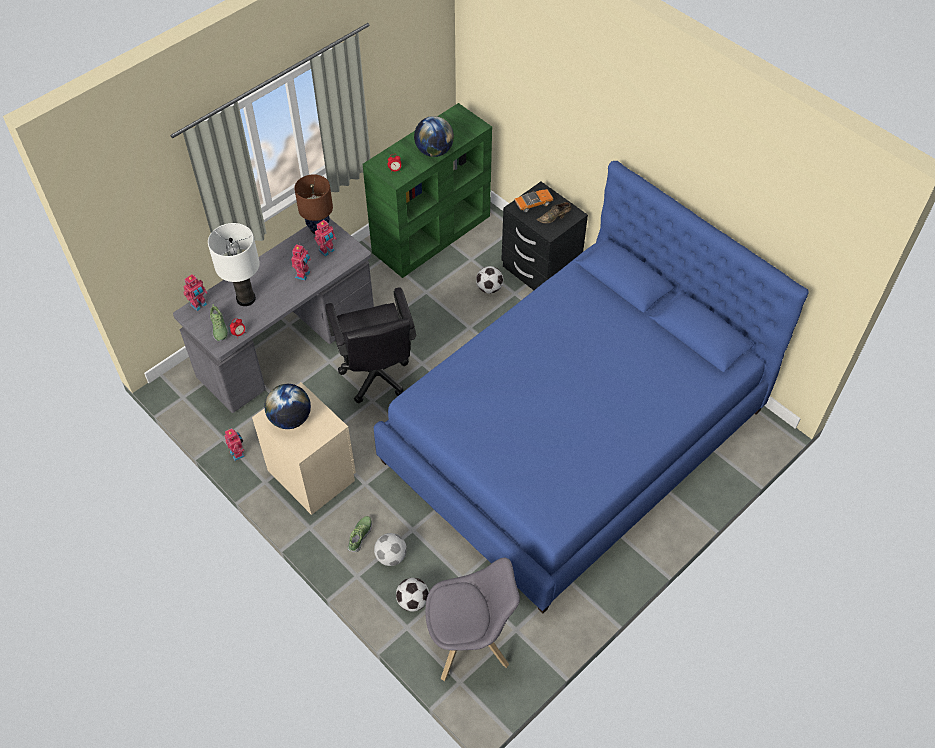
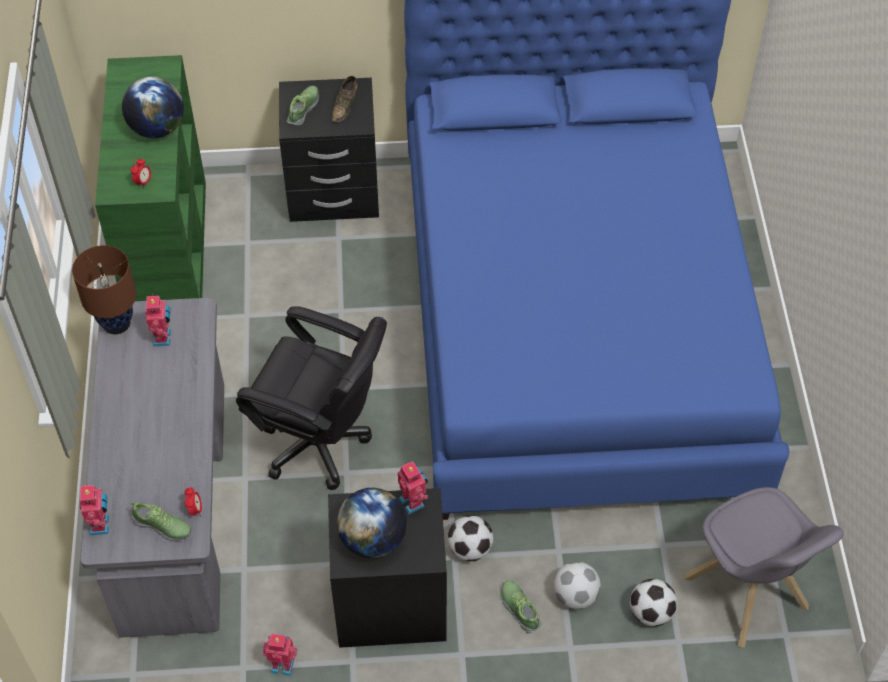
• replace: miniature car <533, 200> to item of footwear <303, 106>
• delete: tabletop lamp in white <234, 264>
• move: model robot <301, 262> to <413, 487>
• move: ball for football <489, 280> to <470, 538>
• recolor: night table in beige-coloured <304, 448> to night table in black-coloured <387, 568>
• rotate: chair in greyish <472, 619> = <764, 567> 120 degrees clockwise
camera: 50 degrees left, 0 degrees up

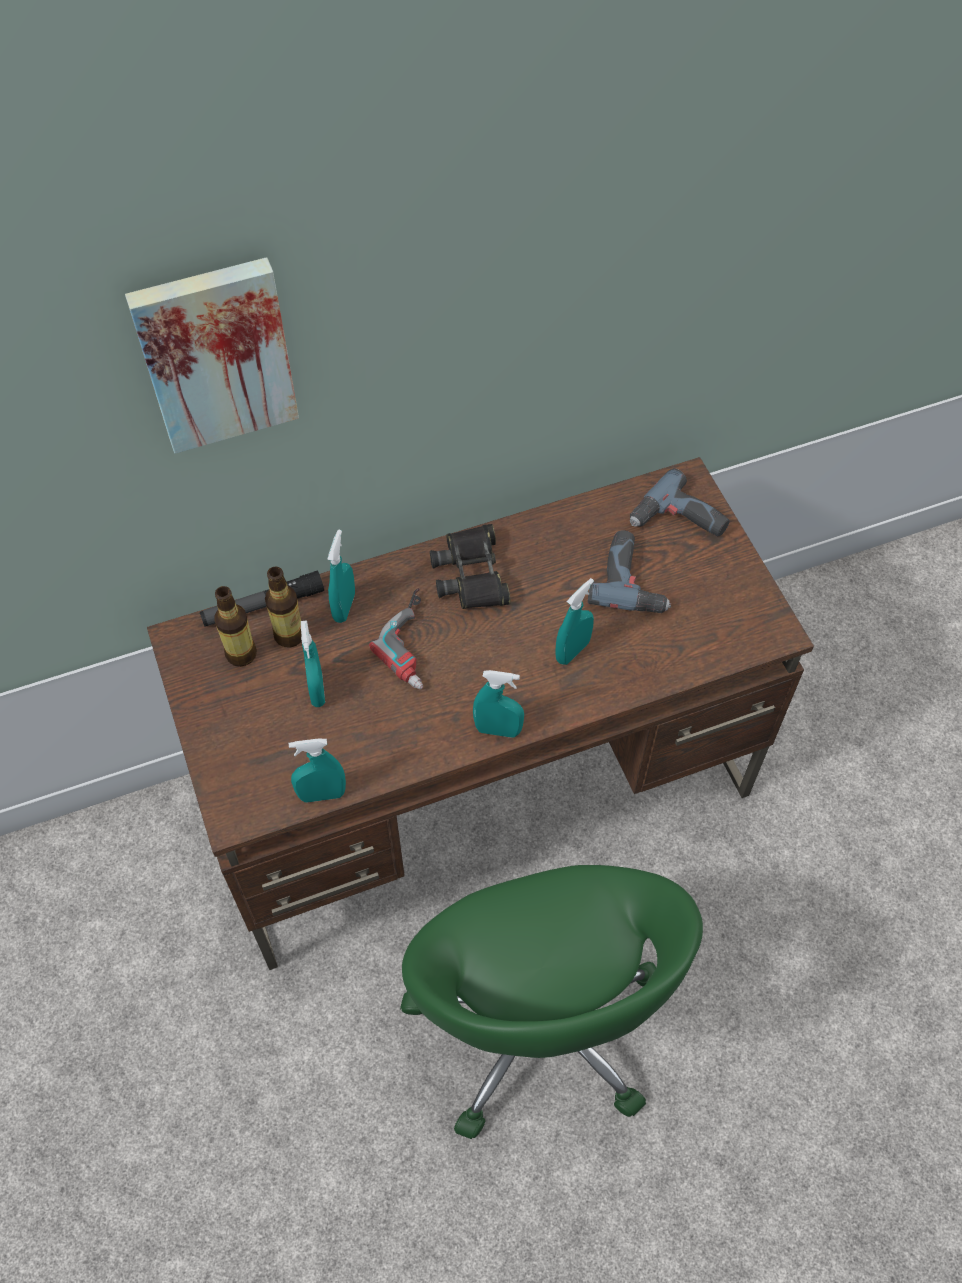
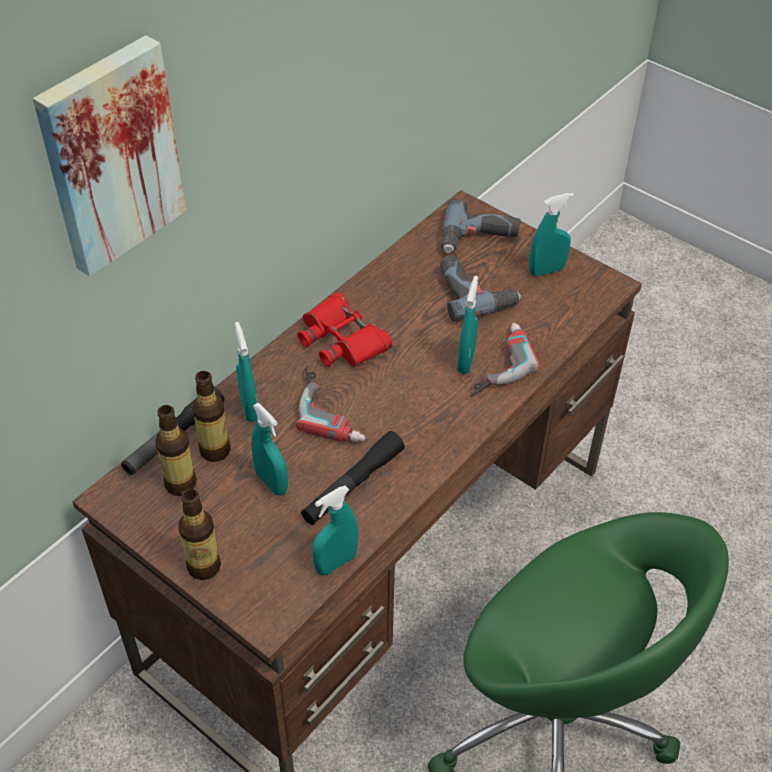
• recolor: pair of binoculars in black-coloured <470, 566> to pair of binoculars in red <345, 329>
• move: sprayer in turquoise-coloured <498, 704> to <551, 234>
• insert: drill <504, 360>
• insert: torch in black-coloured <353, 478>
• insert: bottle <199, 534>
camera: 30 degrees left, 10 degrees down

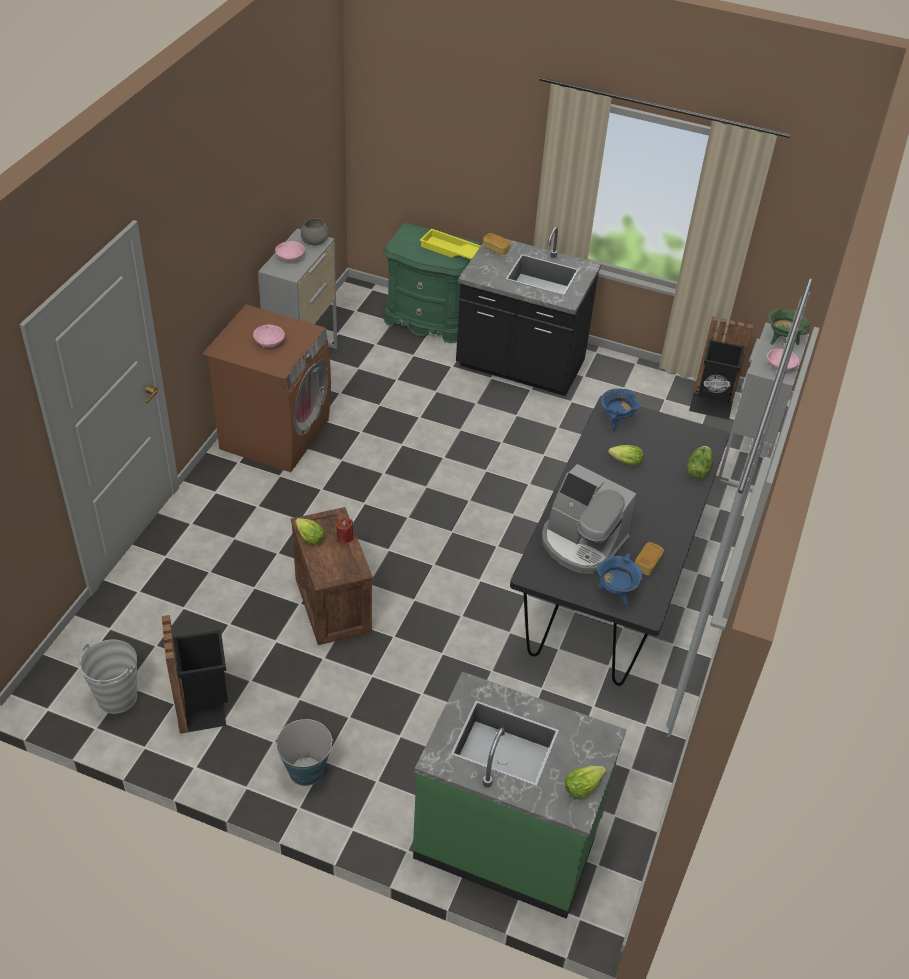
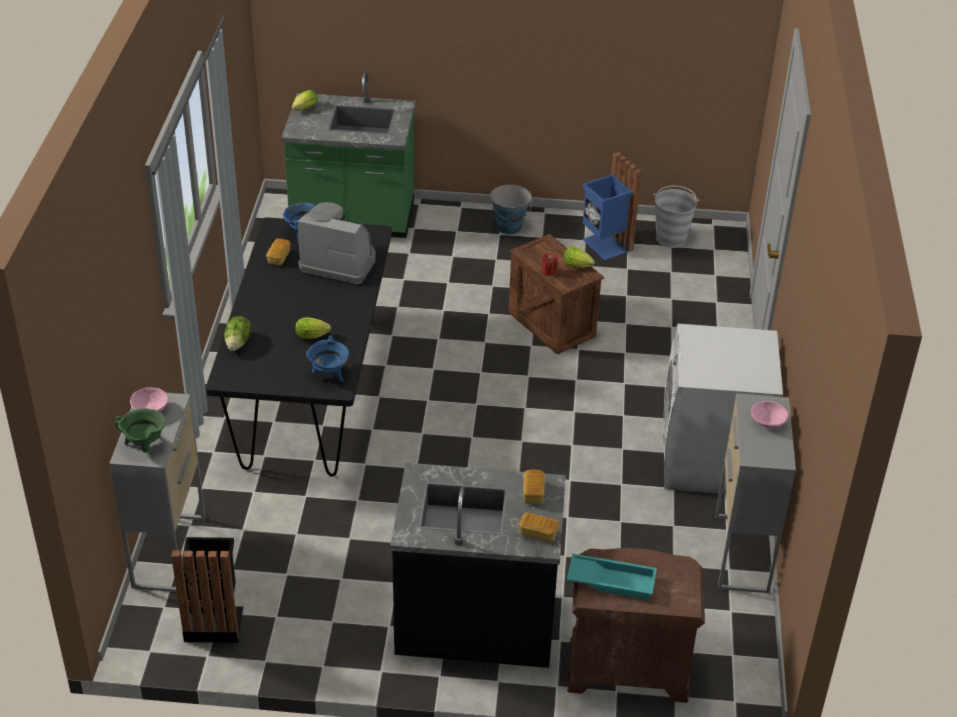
• delete: deep dish in greyish <315, 232>
• recolor: night table in green <432, 283> to night table in brown-coloured <636, 625>
• recolor: serving tray in yellowish <449, 244> to serving tray in turquoise-coloured <612, 577>
• recolor: laundry machine in brown-coloured <266, 388> to laundry machine in white <723, 409>
• delete: deep dish in pink <269, 336>
• recolor: rubbish bin in black-coloured <195, 674> to rubbish bin in bluish <612, 206>
• insert: bakery bread <534, 487>
camera: 165 degrees right, 5 degrees down

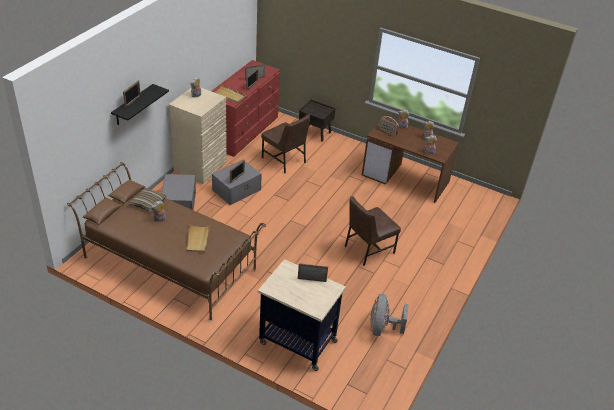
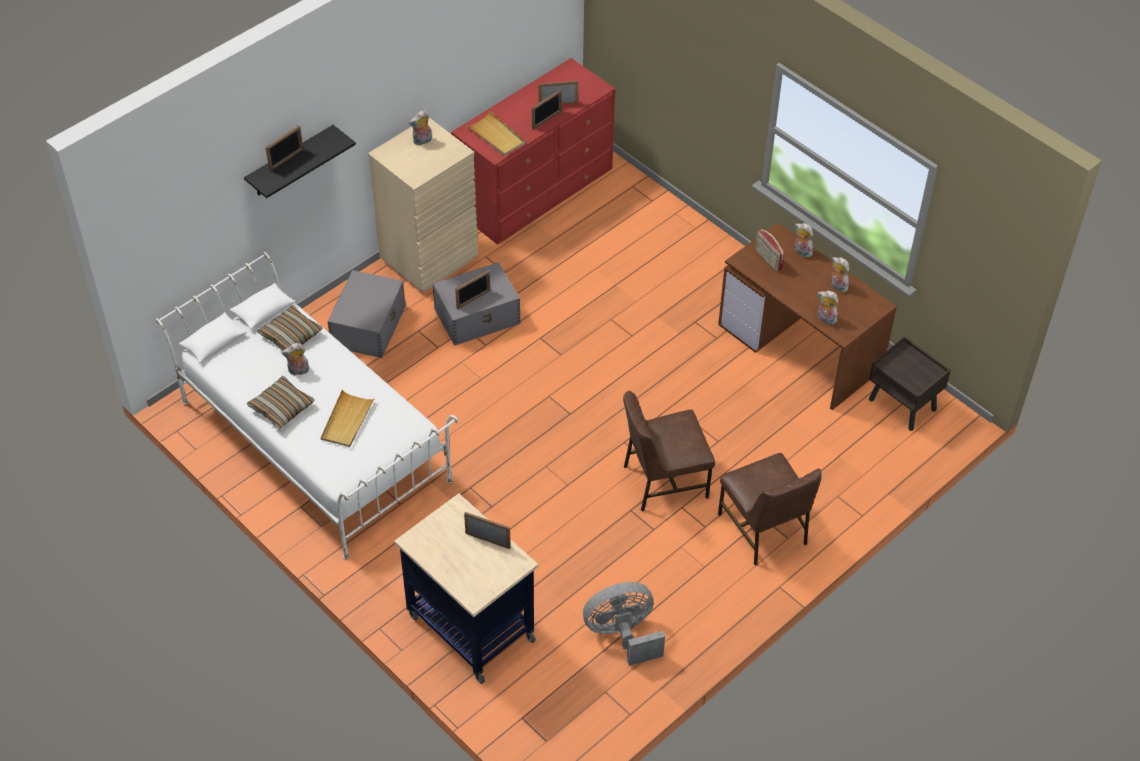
• move: night table in brown-coloured <317, 120> to <910, 384>
• move: chair in brown-coloured <285, 143> to <769, 509>
• recolor: sleeping bed in brown-coloured <166, 241> to sleeping bed in white <307, 406>
• rotate: cooling fan in greyish <389, 315> = <624, 624> 45 degrees clockwise
• insert: cushion <281, 402>
camera: 20 degrees right, 10 degrees up

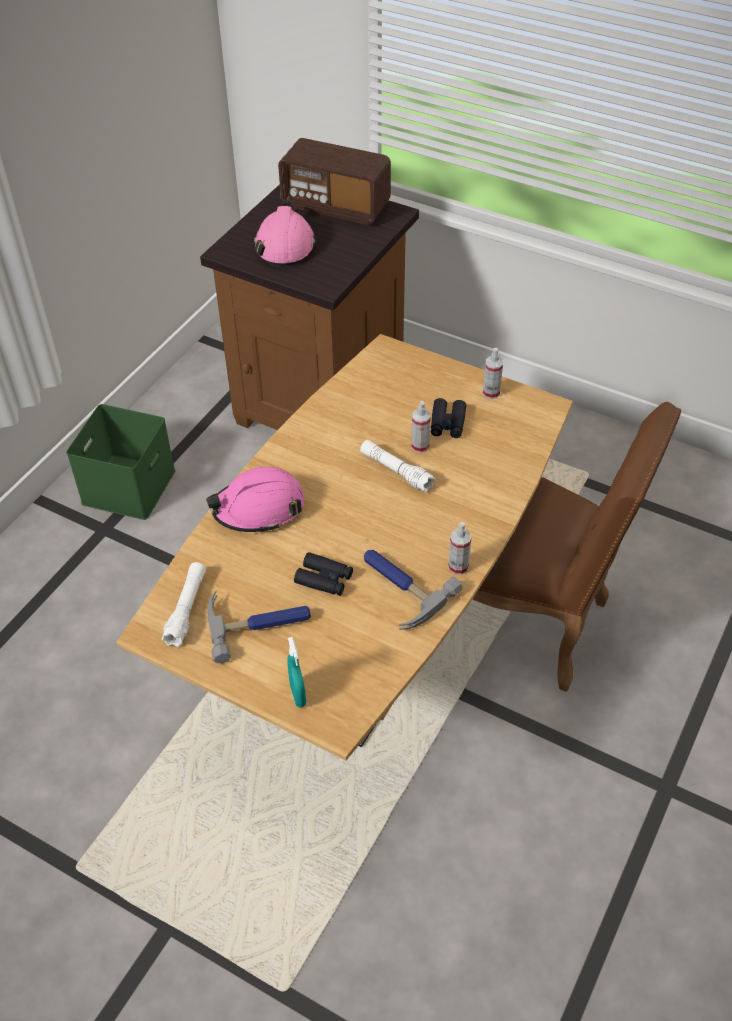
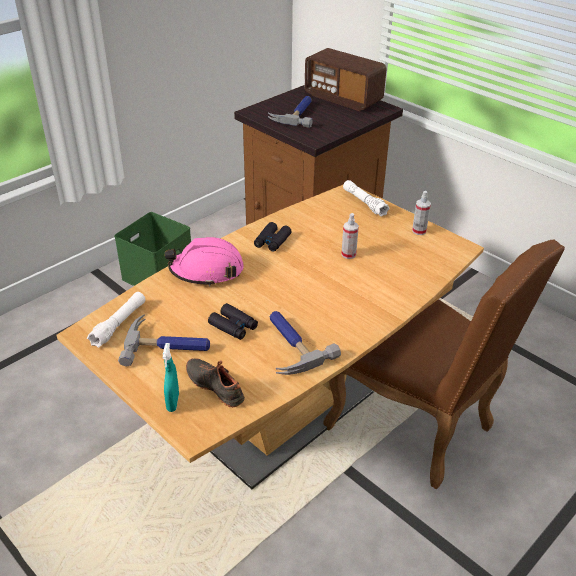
• replace: safety helmet in pink <285, 233> to hand hammer <290, 112>
• move: pair of binoculars in black-coloured <448, 418> to <273, 237>
• move: torch in white <398, 466> to <366, 198>
• delete: sprayer <460, 548>
• insert: item of footwear in black-coloured <215, 382>
camera: 15 degrees right, 10 degrees down

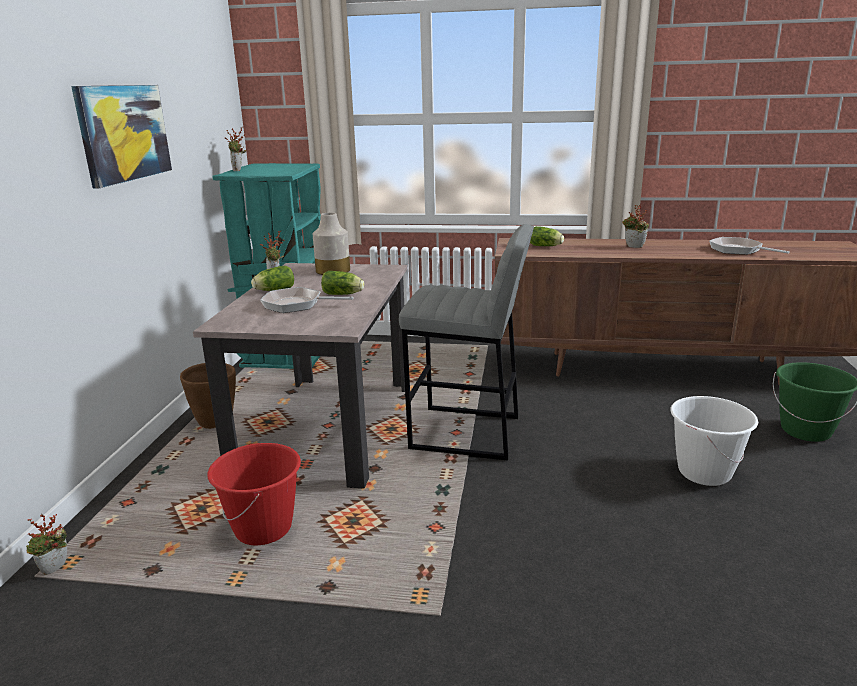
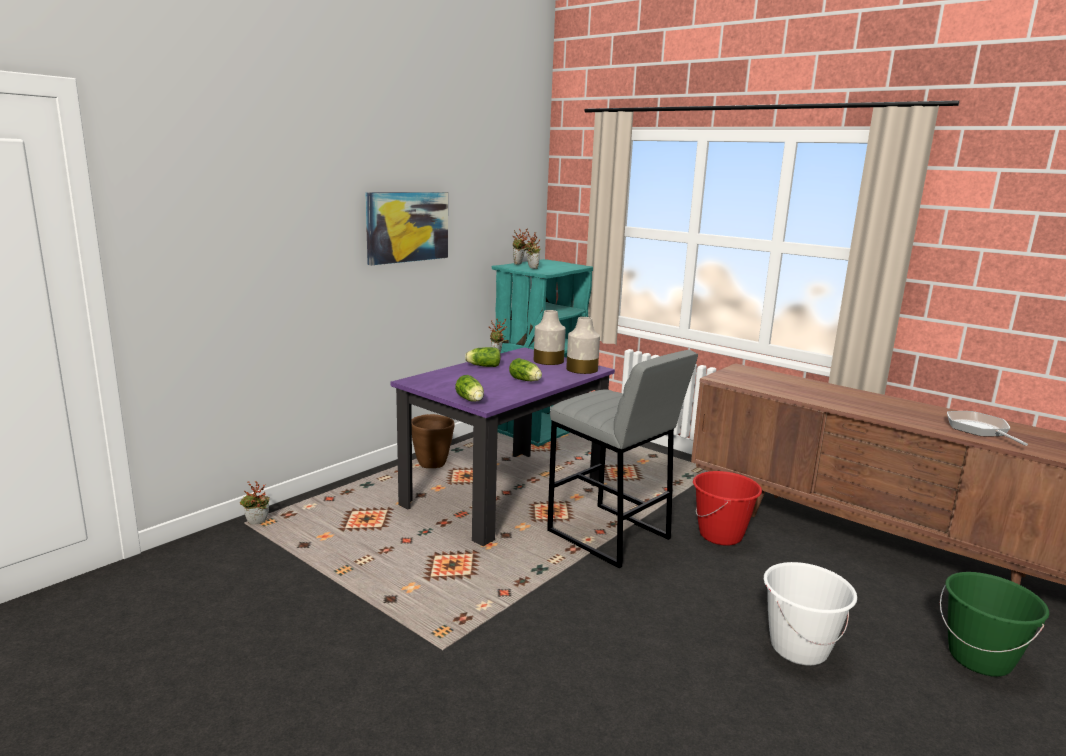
• move: plant in a pot <635, 226> to <532, 250>
• move: lettuce <547, 236> to <469, 388>
• recolor: kitchen table in beige-coloured <300, 376> to kitchen table in purple-coloured <503, 446>
• delete: skillet <307, 300>
• move: bucket in red <254, 494> to <727, 508>
• insert: flower vase in beige-coloured <583, 345>
camera: 30 degrees right, 5 degrees down

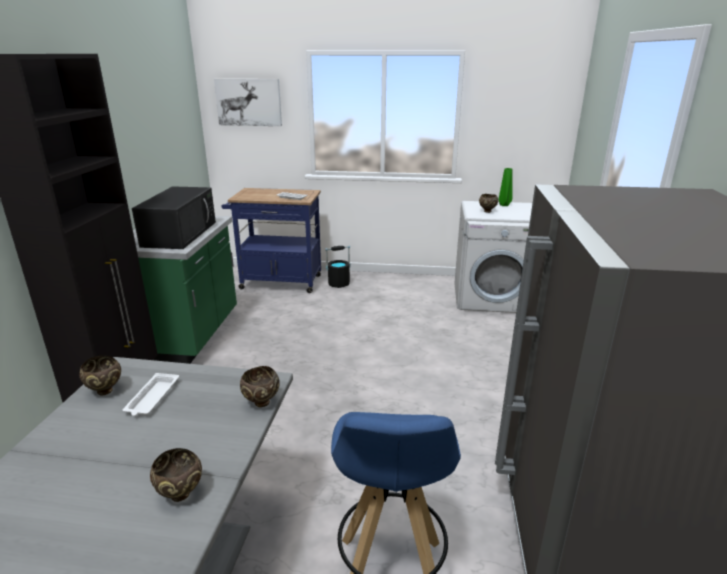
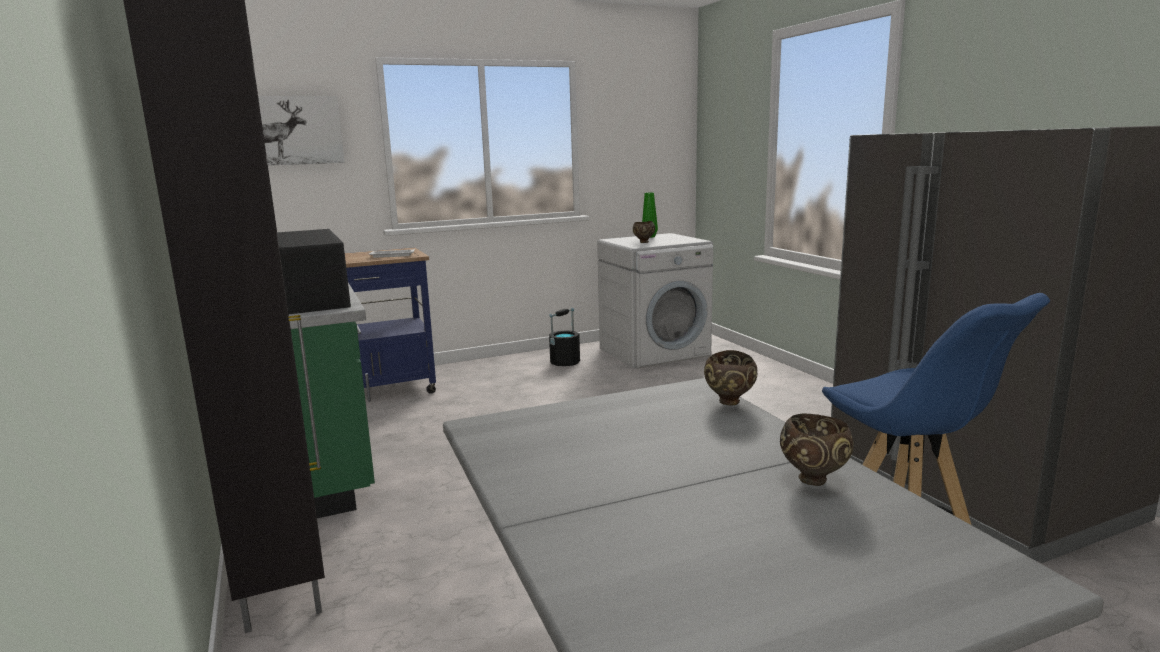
• move: bucket in black-coloured <338, 267> to <564, 337>
• delete: deep dish in brown-coloured <100, 376>
• delete: serving tray in white <151, 394>
camera: 30 degrees left, 10 degrees down

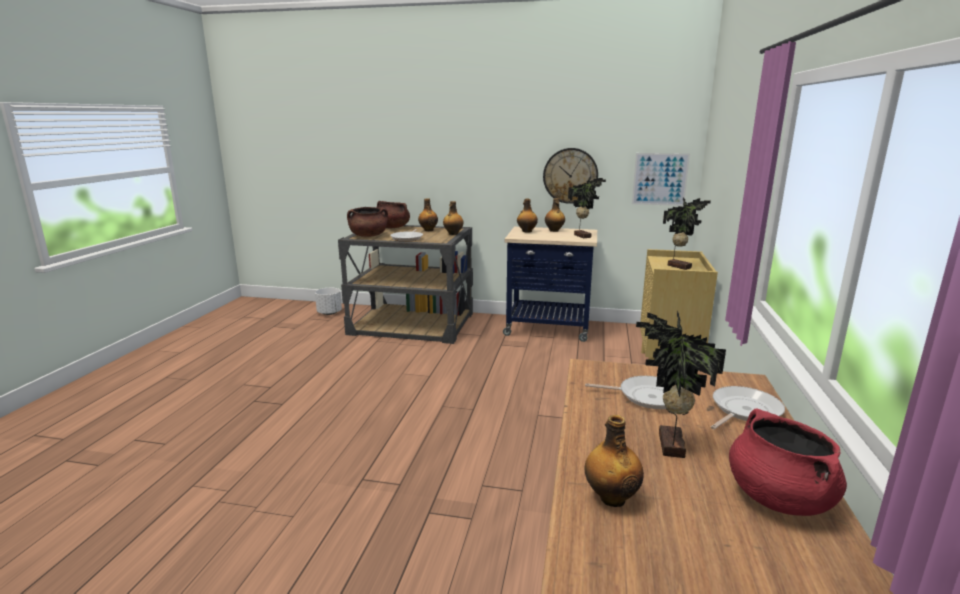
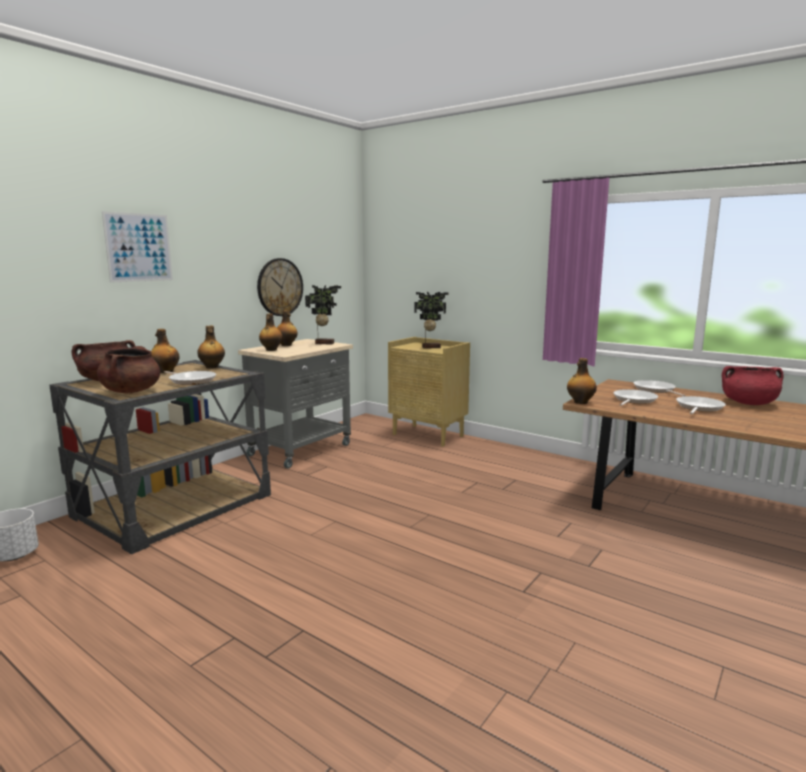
• move: wall picture <661, 179> to <137, 247>
• recolor: cart in bluish <550, 284> to cart in greyish <295, 404>
• replace: plant in a pot <681, 384> to skillet <701, 405>
• move: bottle <614, 461> to <582, 381>
camera: 65 degrees left, 5 degrees down

